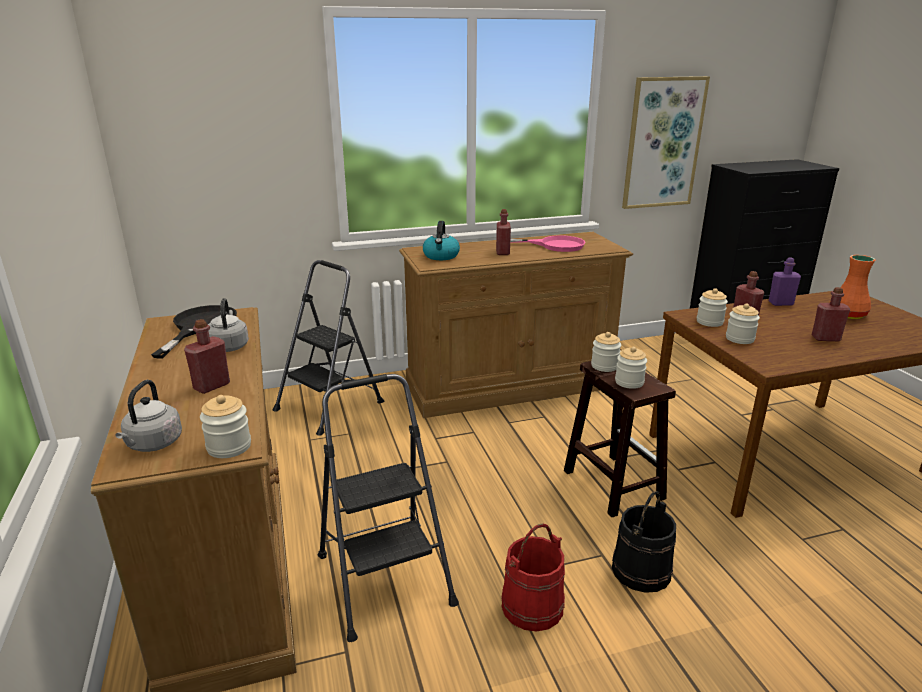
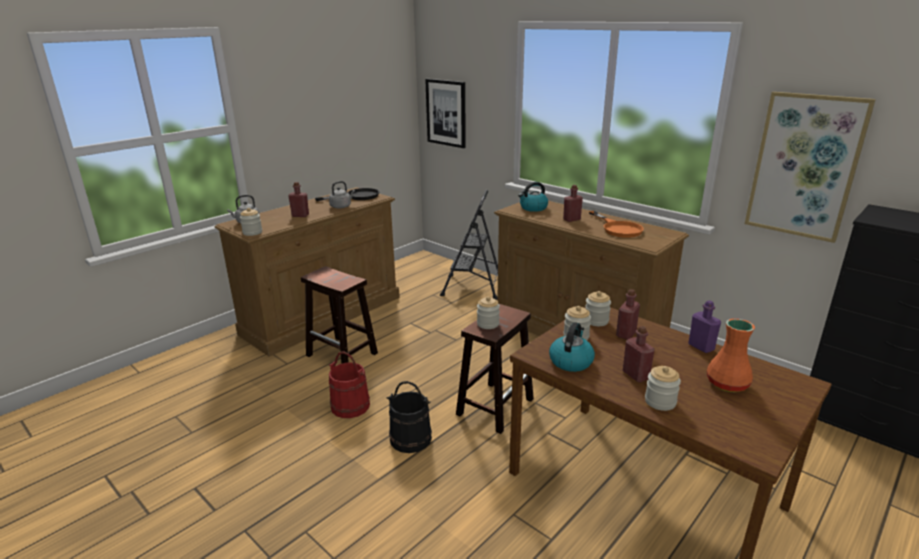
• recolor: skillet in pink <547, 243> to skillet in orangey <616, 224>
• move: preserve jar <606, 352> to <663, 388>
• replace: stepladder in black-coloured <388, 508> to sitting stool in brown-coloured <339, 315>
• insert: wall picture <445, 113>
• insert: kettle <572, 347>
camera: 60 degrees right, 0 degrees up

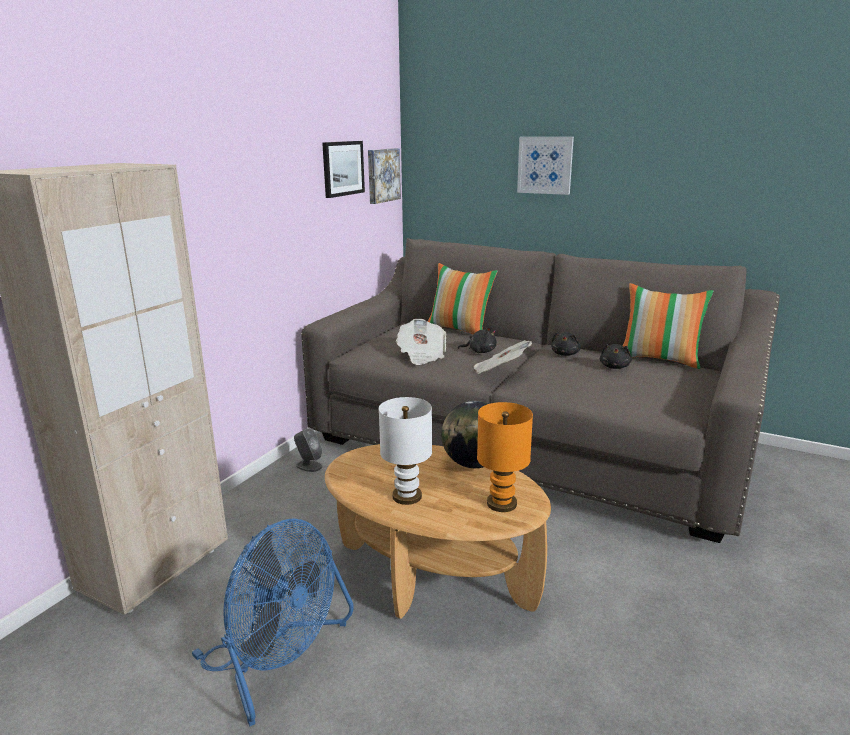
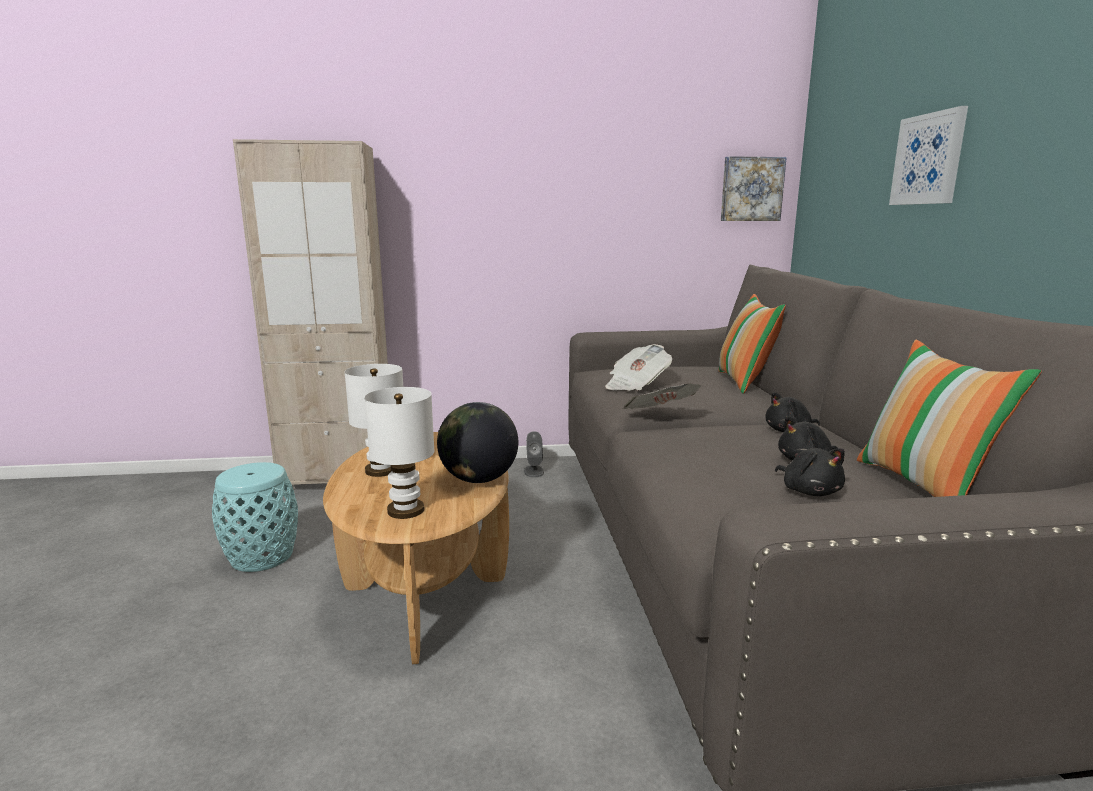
• delete: wall picture <343, 169>
• move: plush toy in black-coloured <477, 340> to <810, 472>
• recolor: tabletop lamp in orangey <505, 457> to tabletop lamp in white <399, 453>
• replace: cooling fan in bluish <273, 622> to sitting stool in turquoise-coloured <255, 517>
camera: 55 degrees right, 5 degrees down

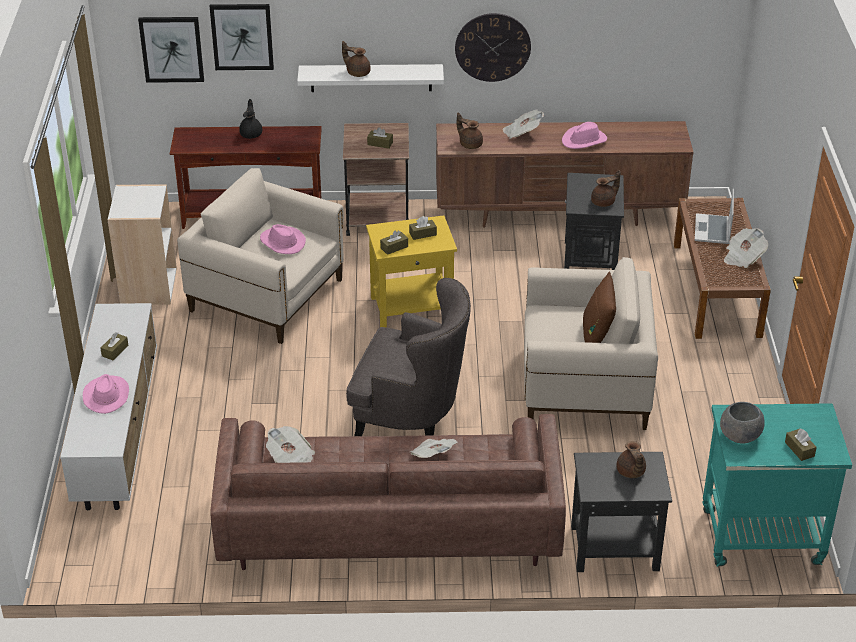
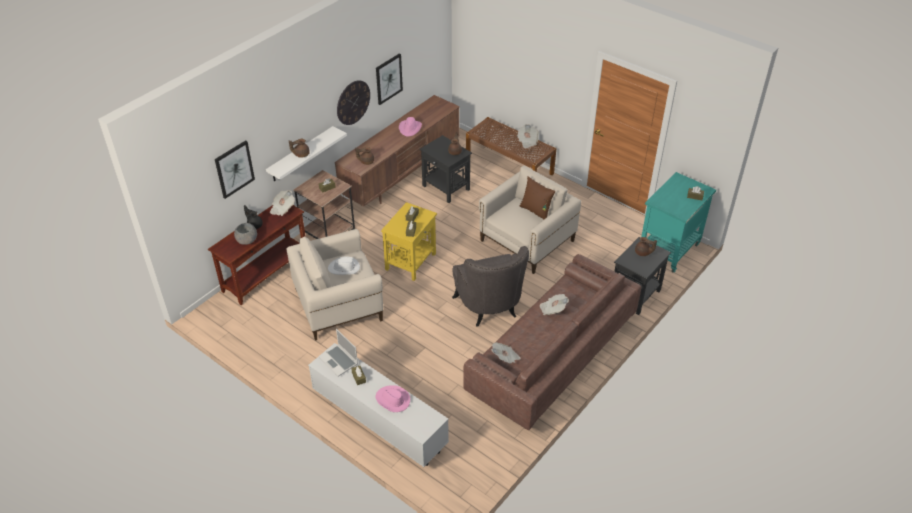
• move: wall picture <171, 50> to <389, 79>
• move: newspaper <523, 124> to <282, 203>
• delete: bookcase in white <142, 244>
• move: portable computer <714, 216> to <338, 353>
• recolor: hat in pink <283, 239> to hat in white <344, 265>
• rotate: lounge chair in greyish <408, 357> = <490, 286> 105 degrees clockwise
• move: deep dish in greyish <742, 423> to <245, 234>
camera: 50 degrees left, 5 degrees up

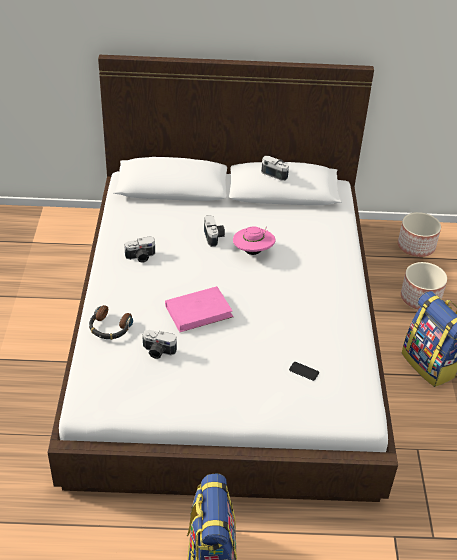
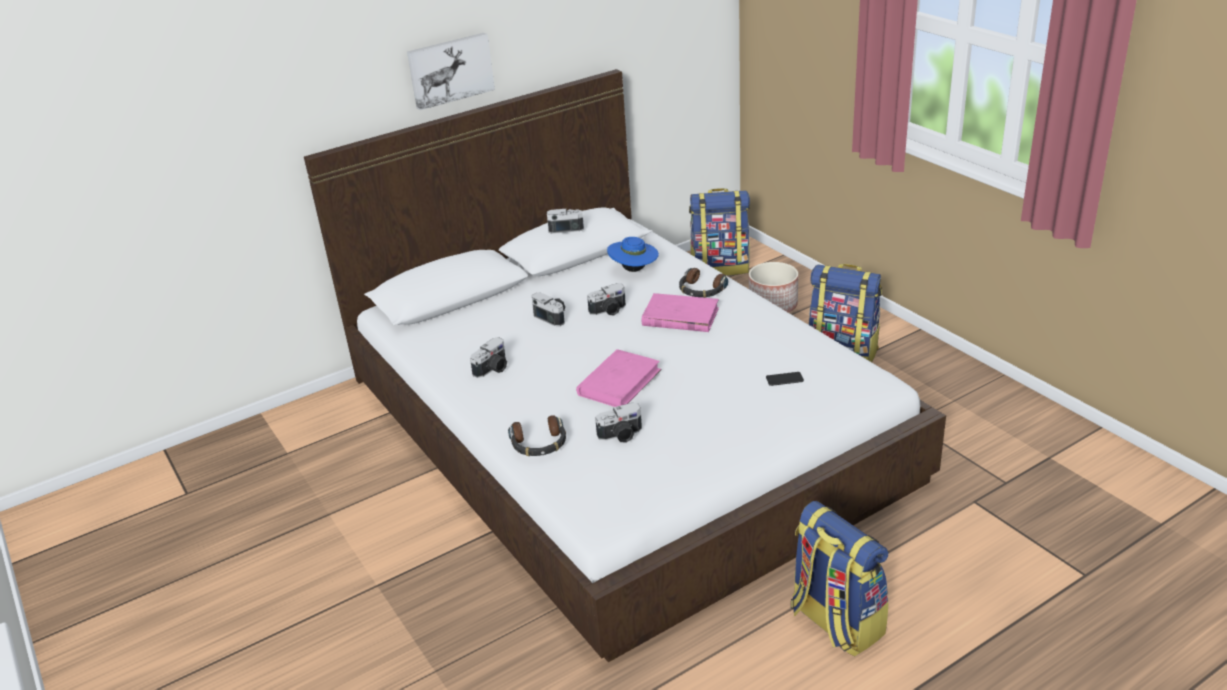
• replace: plant pot <419, 234> to rucksack <719, 232>
• replace: hat in pink <254, 240> to still camera <606, 299>
• insert: wall picture <451, 71>
• insert: hat in bluish <633, 254>
• insert: headphones <703, 283>
• insert: book in pink <680, 312>
camera: 30 degrees left, 10 degrees down

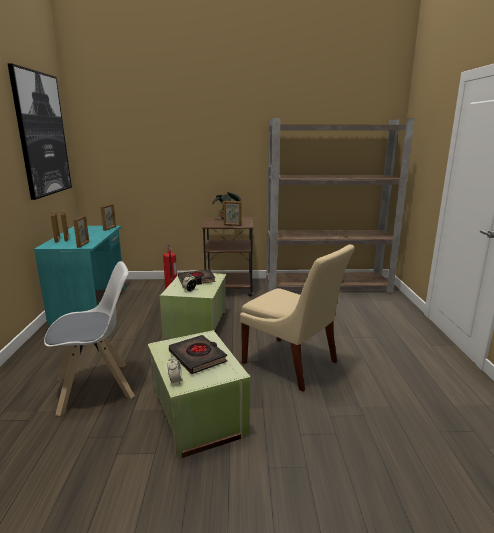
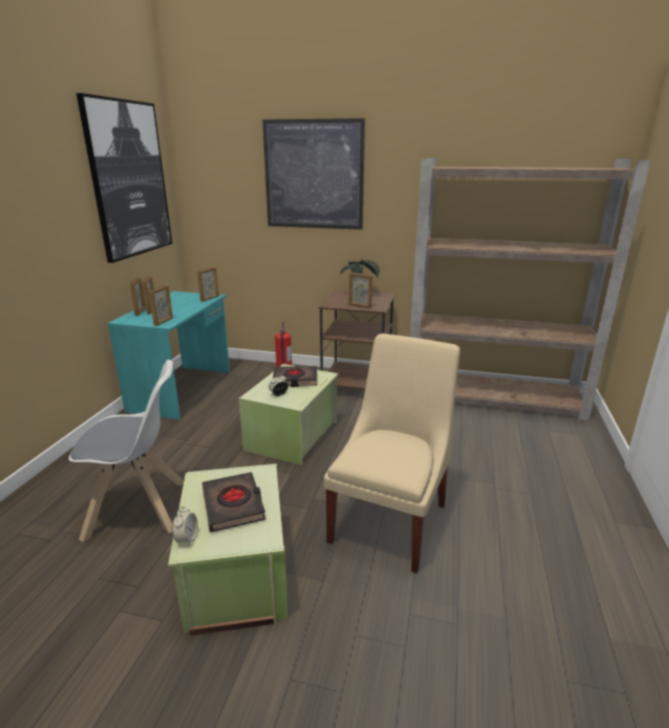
• rotate: chair in beige-coloured <297, 318> = <392, 453> 120 degrees counterclockwise
• insert: wall picture <314, 174>
camera: 15 degrees right, 5 degrees up

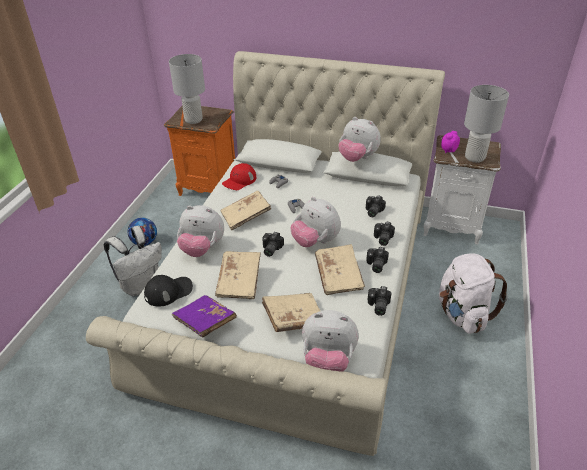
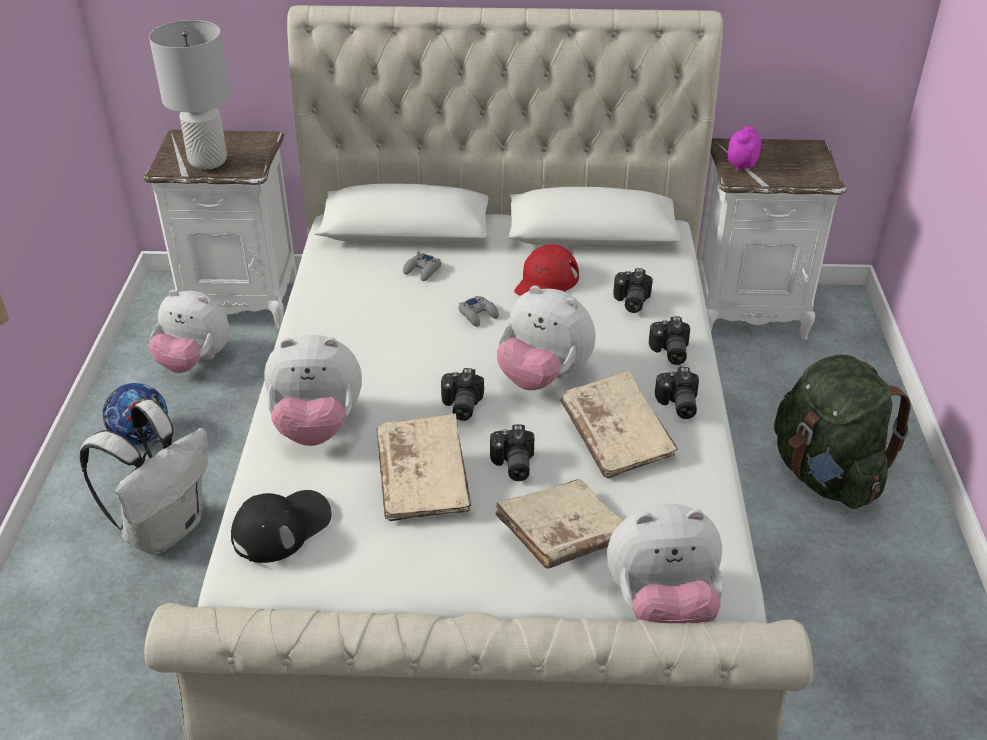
• delete: tabletop lamp in greyish <486, 124>
• recolor: night table in orangey <199, 151> to night table in white <220, 229>
• move: plush toy <359, 139> to <189, 331>
• move: peaked cap in red <239, 176> to <546, 270>
• delete: book in beige-coloured <246, 210>
• recolor: rucksack in white <473, 293> to rucksack in green <842, 432>
• move: still camera <380, 301> to <512, 453>
• delete: book in purple-coloured <204, 316>
camera: 15 degrees left, 0 degrees up

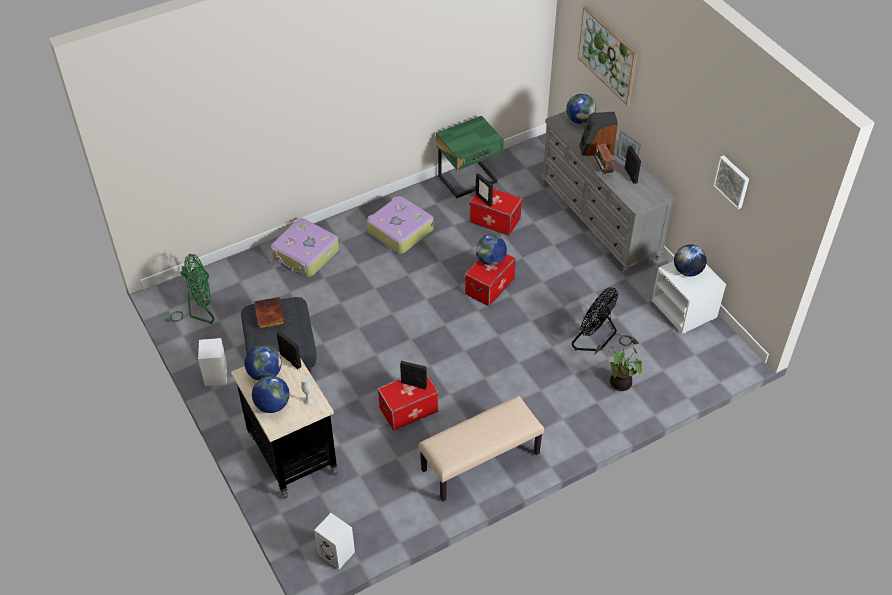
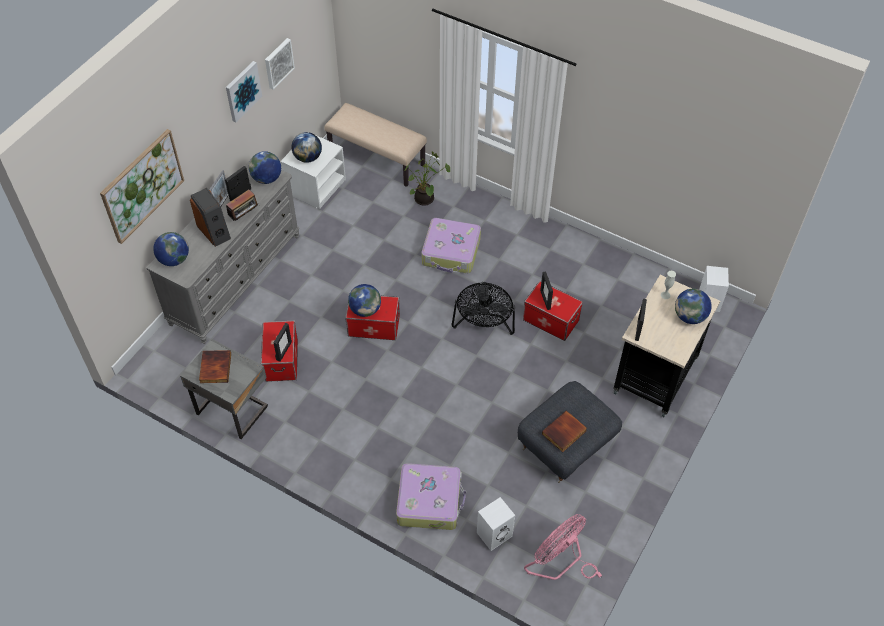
• recolor: night table in green <470, 157> to night table in greyish <224, 389>
• move: piece of luggage <400, 225> to <451, 245>
• recolor: cooling fan in green <189, 289> to cooling fan in pink <563, 547>
• move: cooling fan in black-coloured <604, 319> to <483, 308>
• move: loudspeaker in white <212, 362> to <496, 524>
• move: world globe <263, 363> to <265, 167>
• move: bench in beige-coloured <481, 449> to <376, 145>
• insert: wall picture <244, 91>
• insert: book <215, 366>
camera: 120 degrees left, 5 degrees up

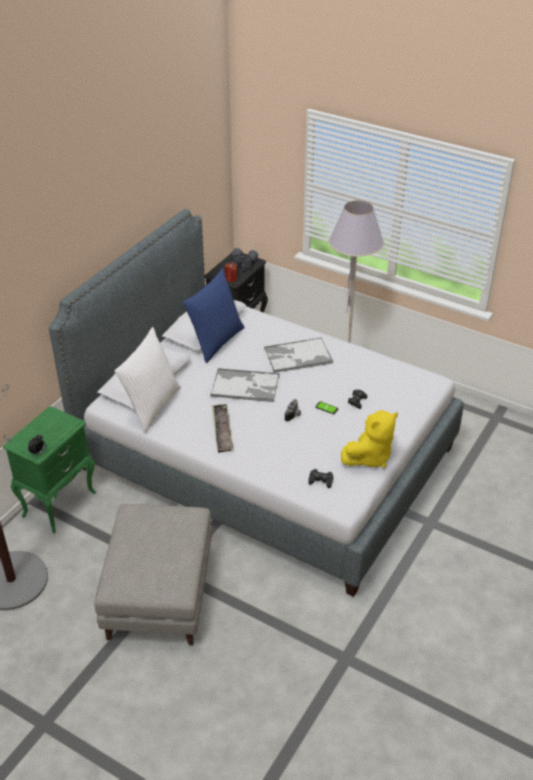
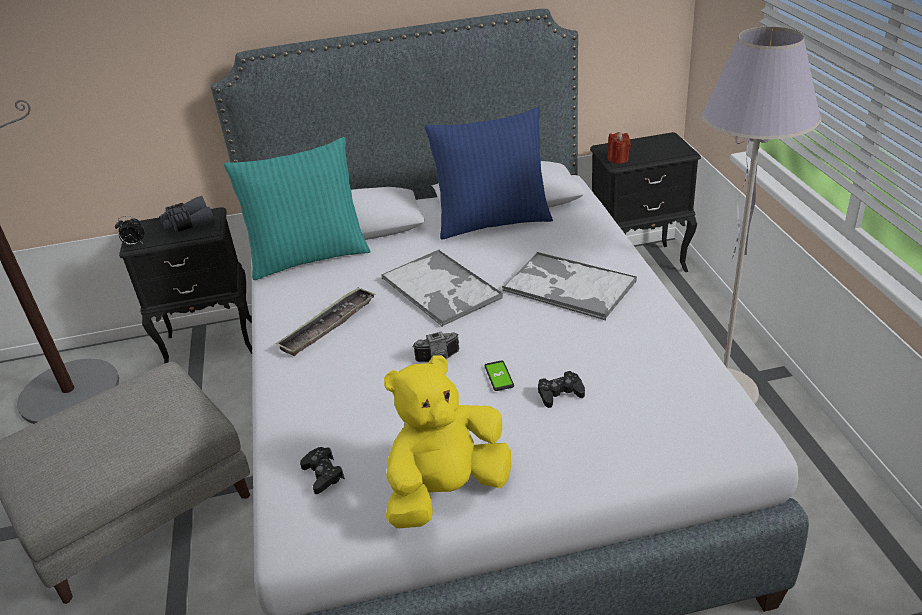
• move: pair of binoculars in greyish <243, 259> to <187, 214>
• recolor: cushion in white <147, 379> to cushion in turquoise-coloured <297, 208>
• recolor: night table in green <49, 470> to night table in black-coloured <185, 285>
• rotate: plush toy in yellowish <369, 439> = <447, 442> 135 degrees clockwise
camera: 50 degrees right, 5 degrees down

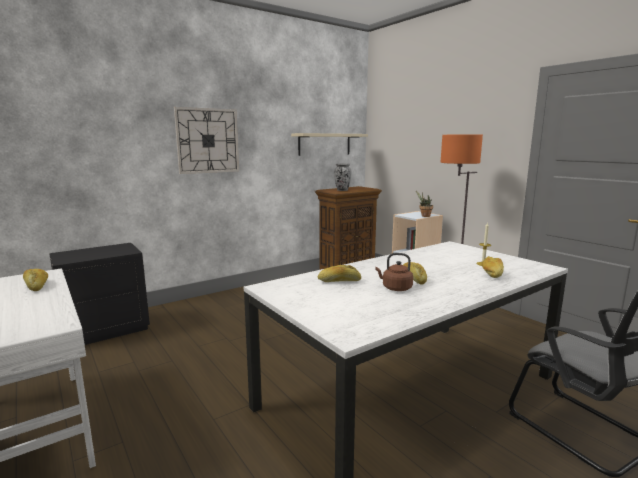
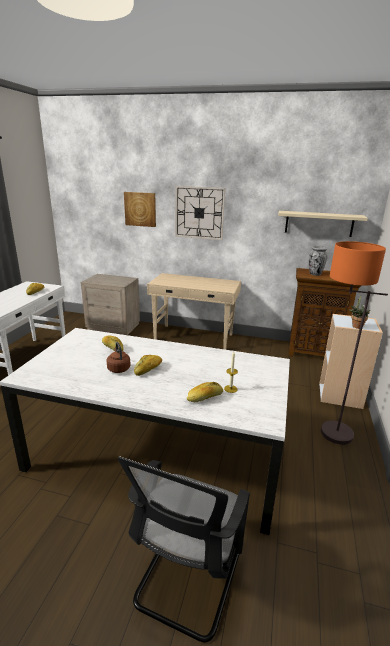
• recolor: night table in black-coloured <99, 294> to night table in beige-coloured <110, 304>
• insert: wall picture <140, 209>
• insert: narrow table in beige-coloured <194, 311>
camera: 50 degrees right, 10 degrees up

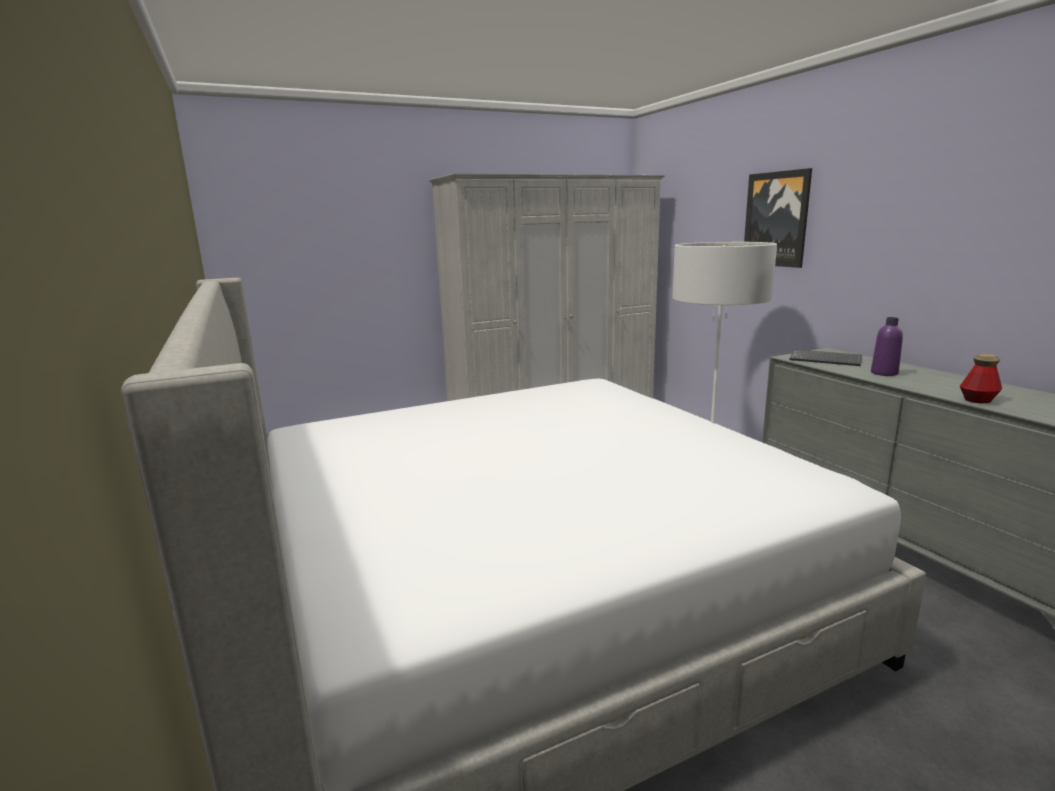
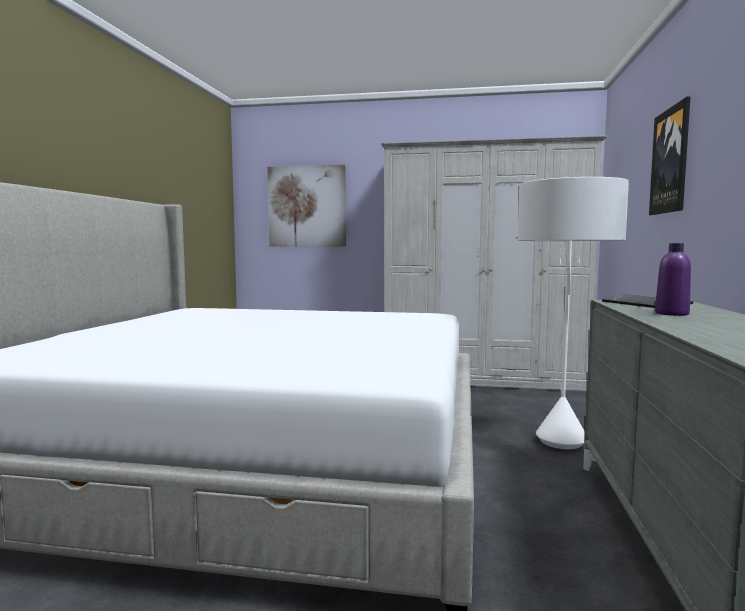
• delete: bottle <981, 378>
• insert: wall picture <306, 206>
camera: 35 degrees right, 10 degrees down

